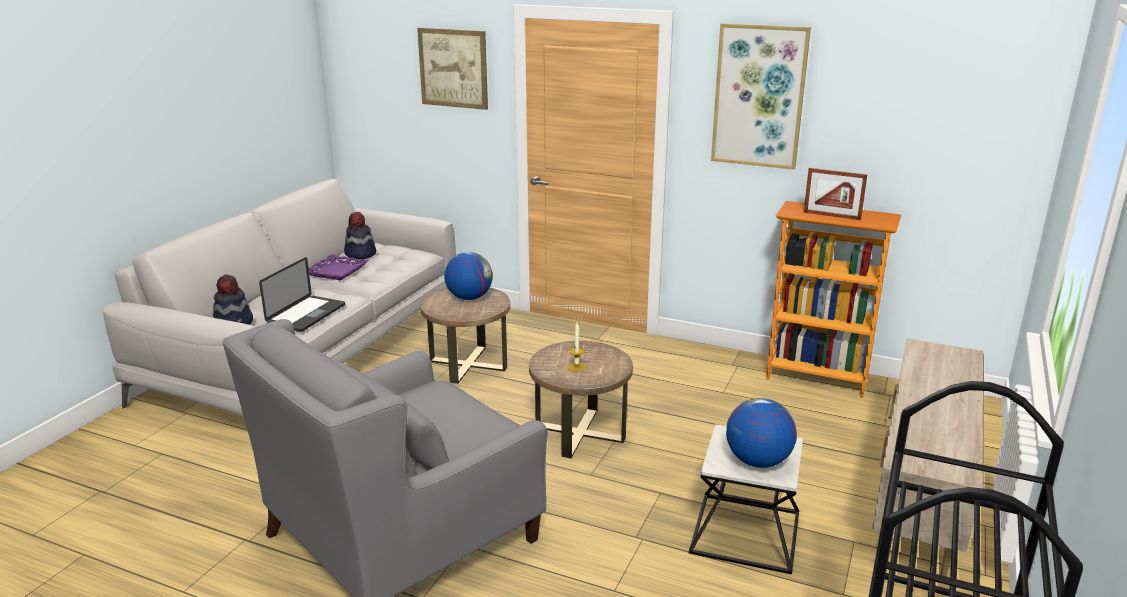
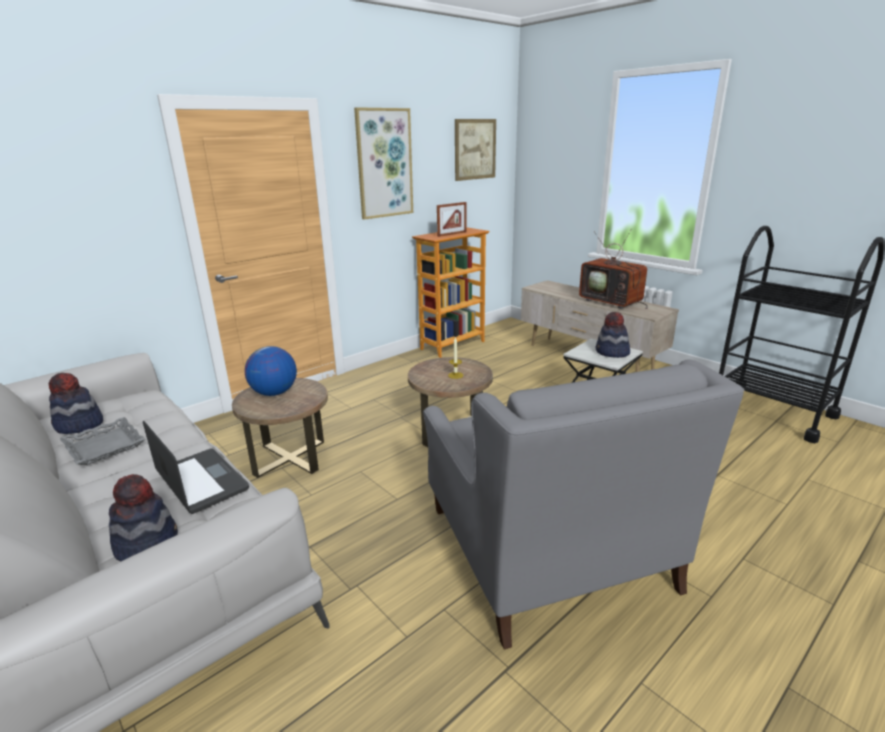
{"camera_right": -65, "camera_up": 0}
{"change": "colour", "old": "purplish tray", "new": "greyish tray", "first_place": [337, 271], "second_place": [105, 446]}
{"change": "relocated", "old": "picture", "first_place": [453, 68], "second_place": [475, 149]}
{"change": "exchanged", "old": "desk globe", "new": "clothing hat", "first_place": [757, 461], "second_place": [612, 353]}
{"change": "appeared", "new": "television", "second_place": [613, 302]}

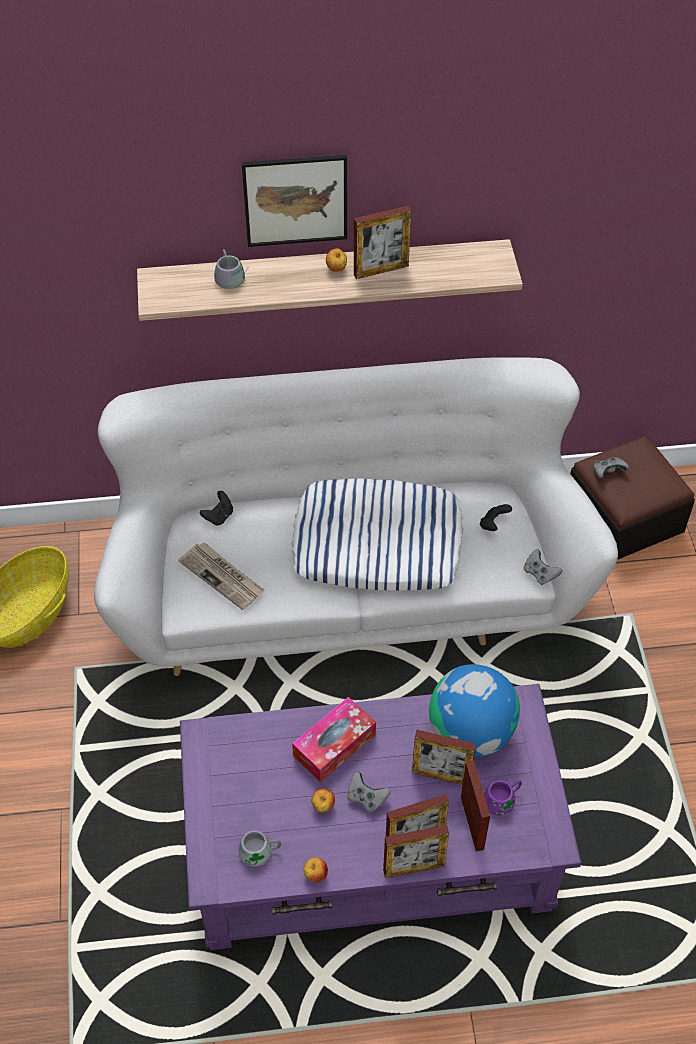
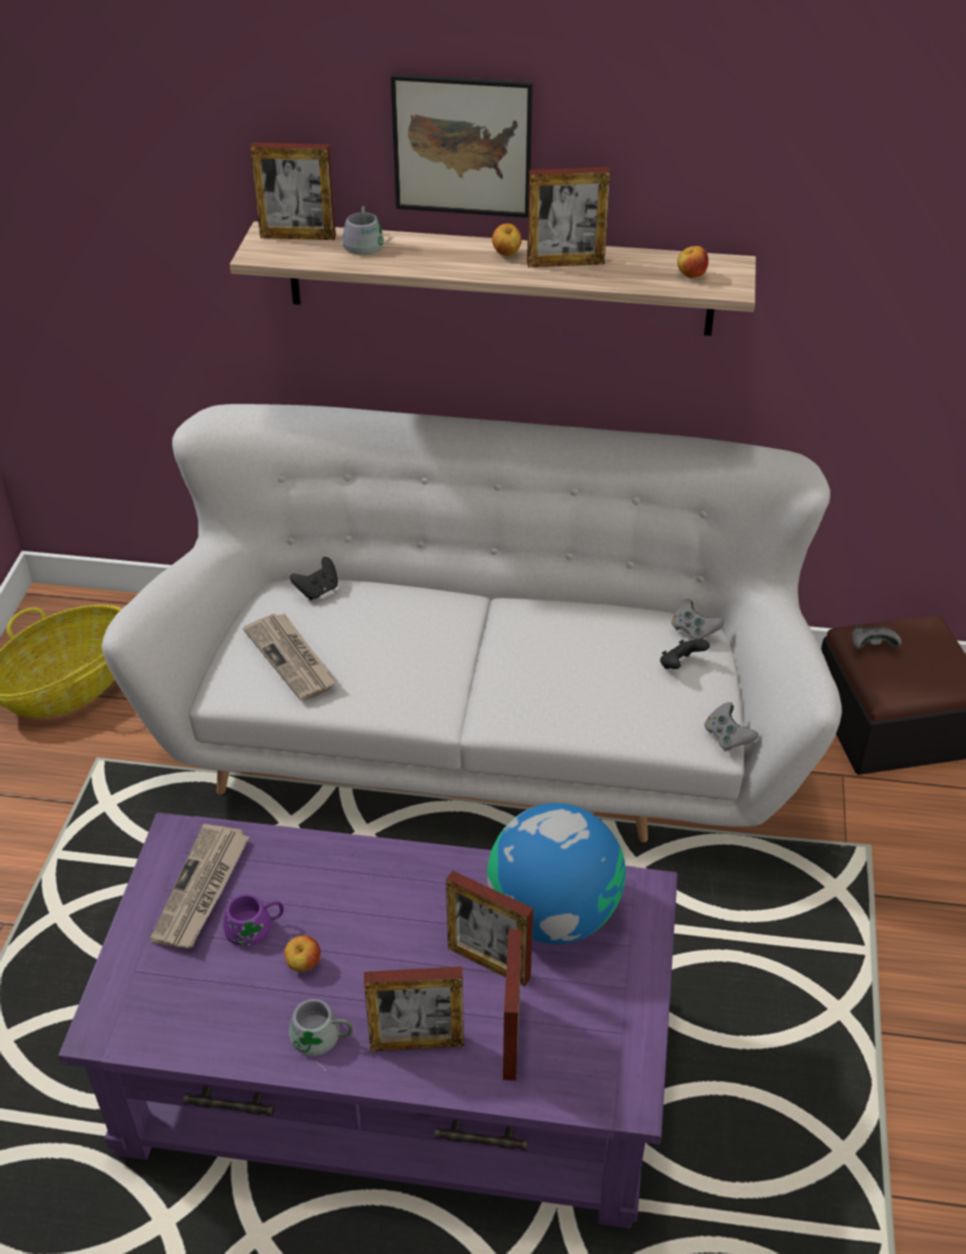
{"camera_right": 15, "camera_up": -10}
{"change": "relocated", "old": "greyish tea mug", "first_place": [260, 855], "second_place": [320, 1041]}
{"change": "missing", "old": "pillow", "first_place": [378, 543]}
{"change": "missing", "old": "tissue box", "first_place": [334, 745]}
{"change": "relocated", "old": "apple", "first_place": [315, 875], "second_place": [691, 276]}
{"change": "relocated", "old": "greyish joypad", "first_place": [366, 797], "second_place": [693, 631]}
{"change": "relocated", "old": "standing frame", "first_place": [414, 868], "second_place": [298, 236]}
{"change": "relocated", "old": "purplish tea mug", "first_place": [504, 802], "second_place": [255, 931]}
{"change": "appeared", "new": "daily paper", "second_place": [202, 890]}

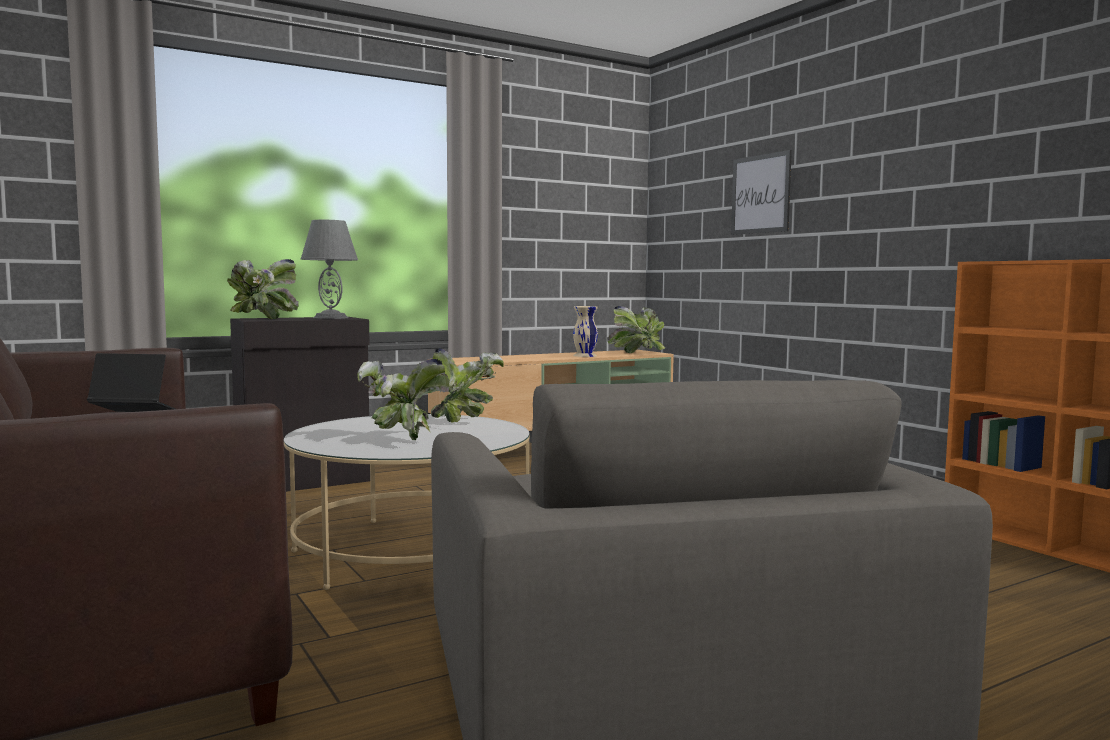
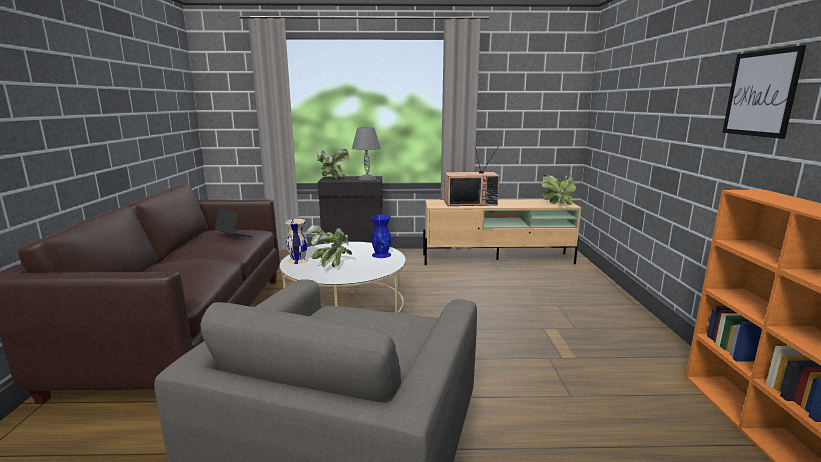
{"camera_right": 30, "camera_up": 10}
{"change": "exchanged", "old": "plant in a pot", "new": "blue-coloured vase", "first_place": [463, 422], "second_place": [381, 254]}
{"change": "relocated", "old": "beige vase", "first_place": [584, 355], "second_place": [297, 260]}
{"change": "relocated", "old": "picture", "first_place": [760, 194], "second_place": [760, 93]}
{"change": "appeared", "new": "television", "second_place": [470, 203]}

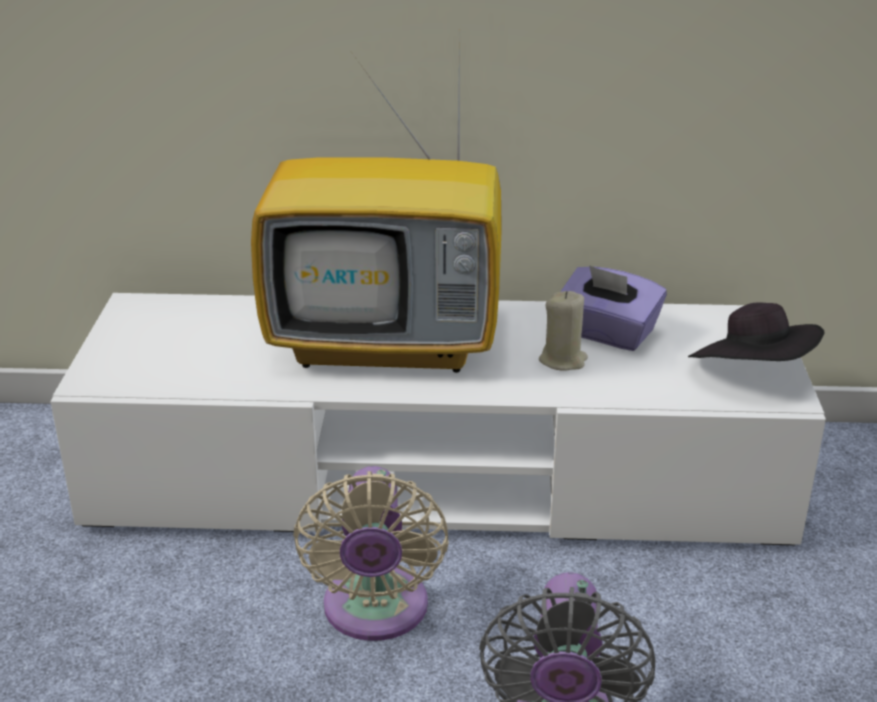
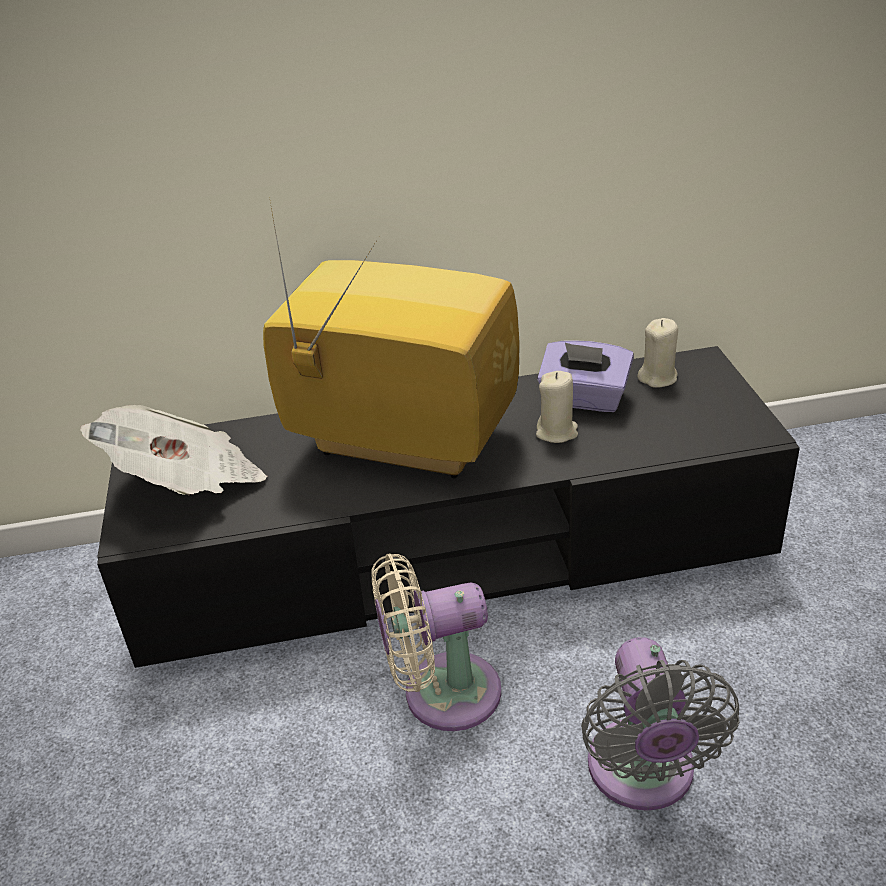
{"camera_right": -10, "camera_up": 5}
{"change": "colour", "old": "white tv unit", "new": "black tv unit", "first_place": [438, 478], "second_place": [451, 551]}
{"change": "spun", "old": "television", "first_place": [391, 344], "second_place": [398, 444], "degrees": -150}
{"change": "spun", "old": "beige electric fan", "first_place": [375, 612], "second_place": [441, 694], "degrees": 90}
{"change": "missing", "old": "black clothing hat", "first_place": [752, 374]}
{"change": "appeared", "new": "daily paper", "second_place": [187, 484]}
{"change": "appeared", "new": "beige candle", "second_place": [658, 377]}

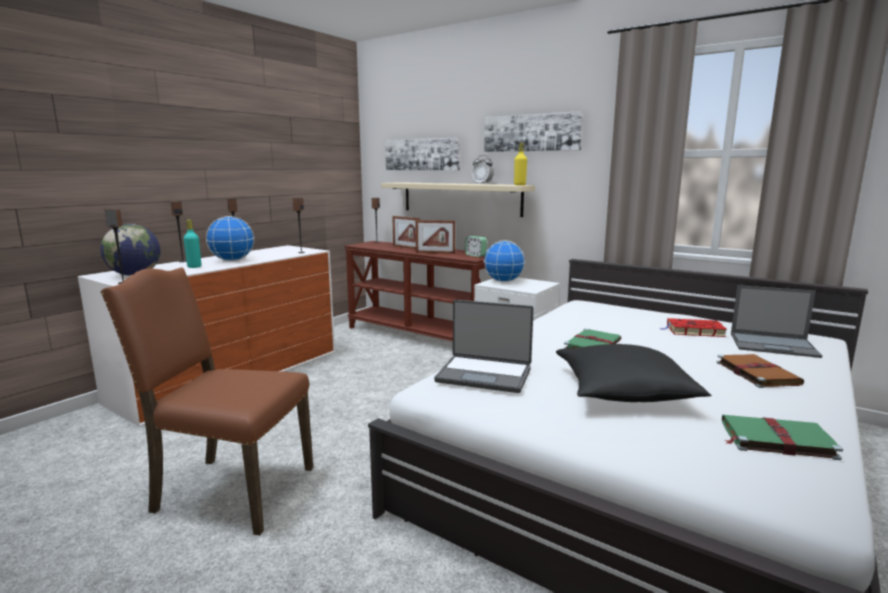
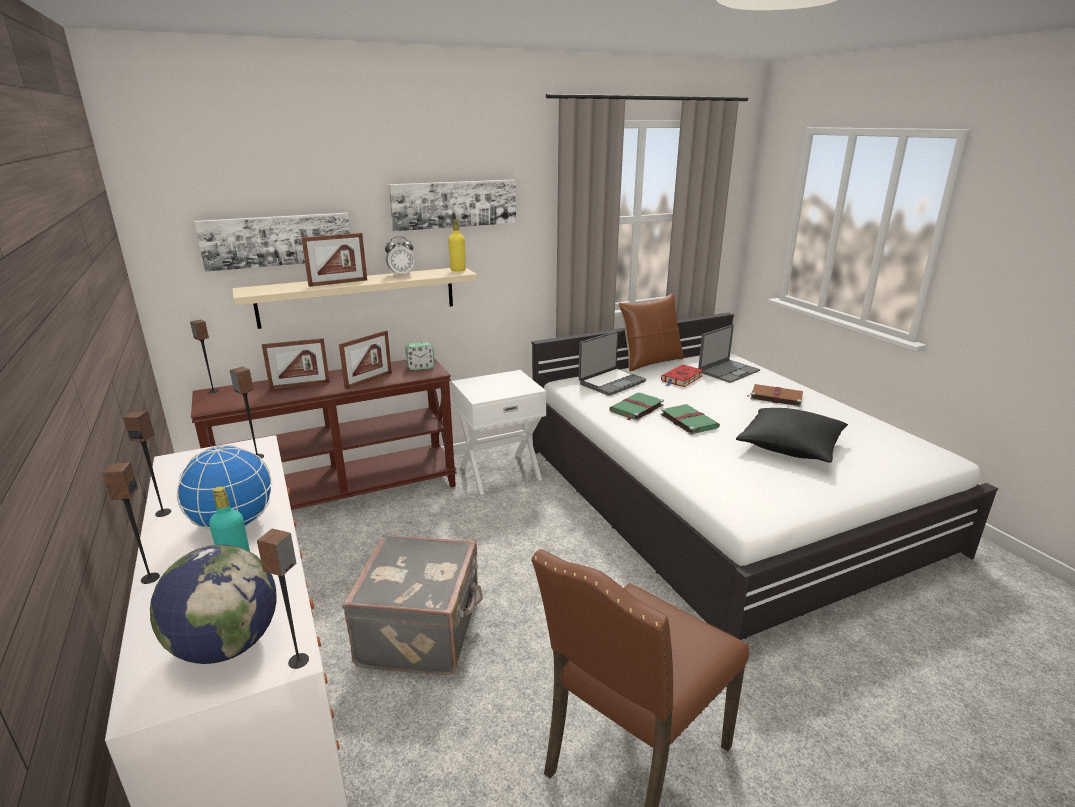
{"camera_right": -60, "camera_up": 10}
{"change": "relocated", "old": "portable computer", "first_place": [484, 375], "second_place": [611, 382]}
{"change": "missing", "old": "desk globe", "first_place": [504, 281]}
{"change": "relocated", "old": "greenish volume", "first_place": [775, 439], "second_place": [636, 408]}
{"change": "appeared", "new": "standing frame", "second_place": [338, 283]}
{"change": "appeared", "new": "greyish piece of luggage", "second_place": [422, 631]}
{"change": "appeared", "new": "brown-coloured pillow", "second_place": [650, 362]}

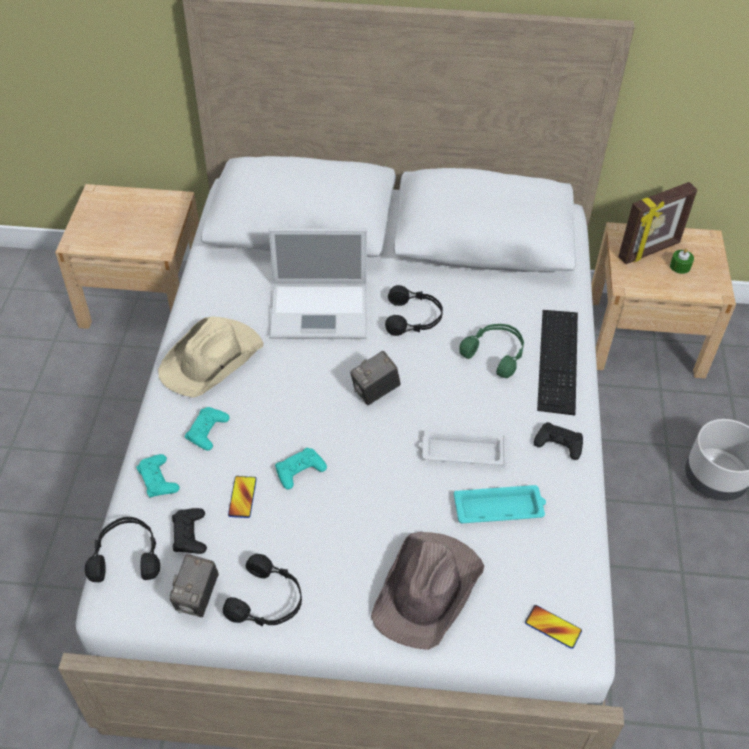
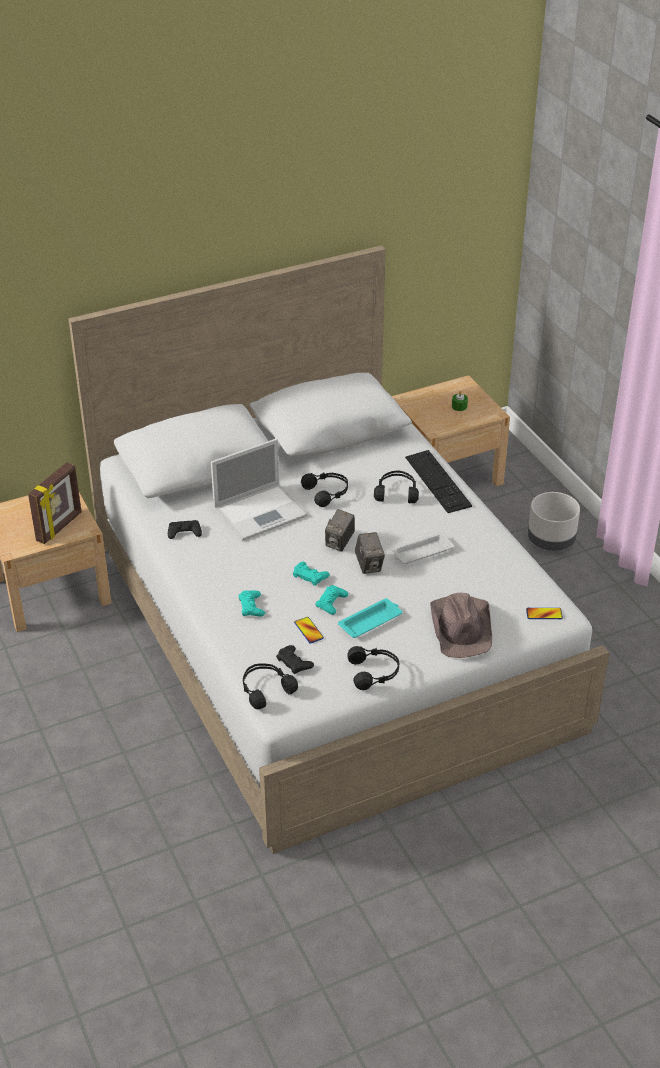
{"camera_right": -30, "camera_up": -10}
{"change": "relocated", "old": "turquoise joypad", "first_place": [158, 479], "second_place": [310, 576]}
{"change": "missing", "old": "beige clothing hat", "first_place": [213, 359]}
{"change": "relocated", "old": "photo camera", "first_place": [197, 598], "second_place": [369, 565]}
{"change": "relocated", "old": "turquoise tray", "first_place": [500, 508], "second_place": [371, 621]}
{"change": "colour", "old": "greenish pair of headphones", "new": "black pair of headphones", "first_place": [495, 354], "second_place": [396, 492]}
{"change": "relocated", "old": "black joypad", "first_place": [559, 444], "second_place": [184, 532]}
{"change": "relocated", "old": "standing frame", "first_place": [649, 251], "second_place": [60, 527]}

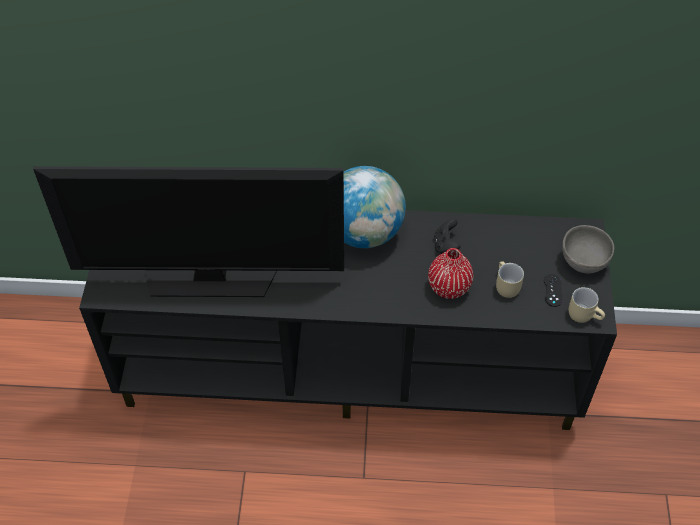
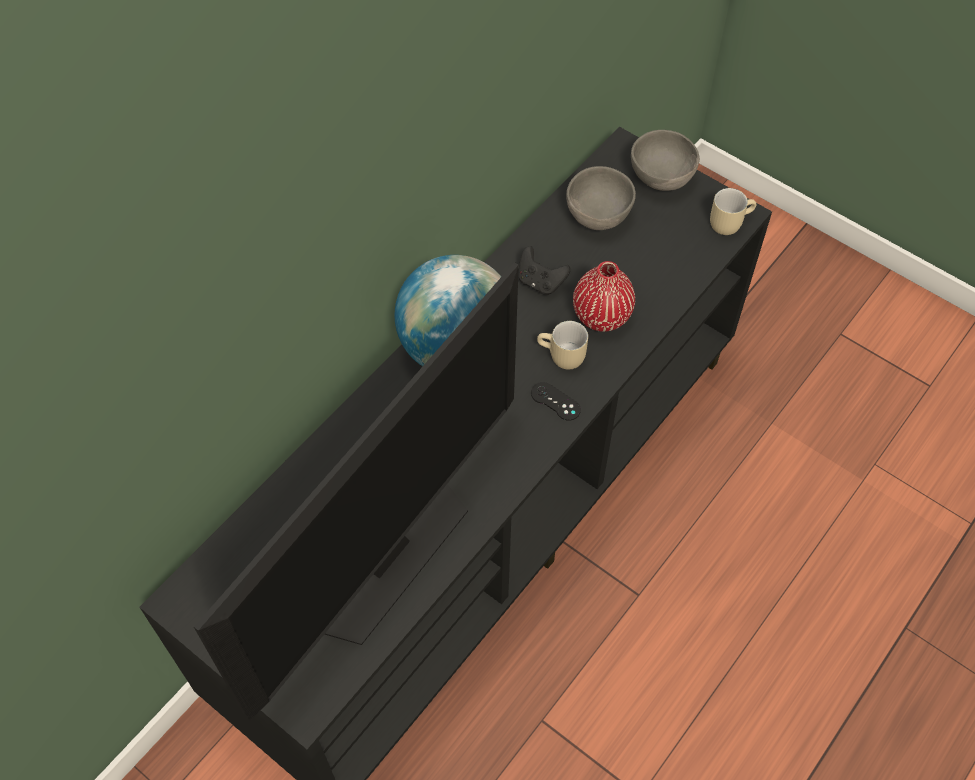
{"camera_right": -55, "camera_up": 5}
{"change": "relocated", "old": "beige tea mug", "first_place": [504, 286], "second_place": [561, 357]}
{"change": "relocated", "old": "black joypad", "first_place": [552, 290], "second_place": [555, 401]}
{"change": "appeared", "new": "greyish serving bowl", "second_place": [597, 216]}

